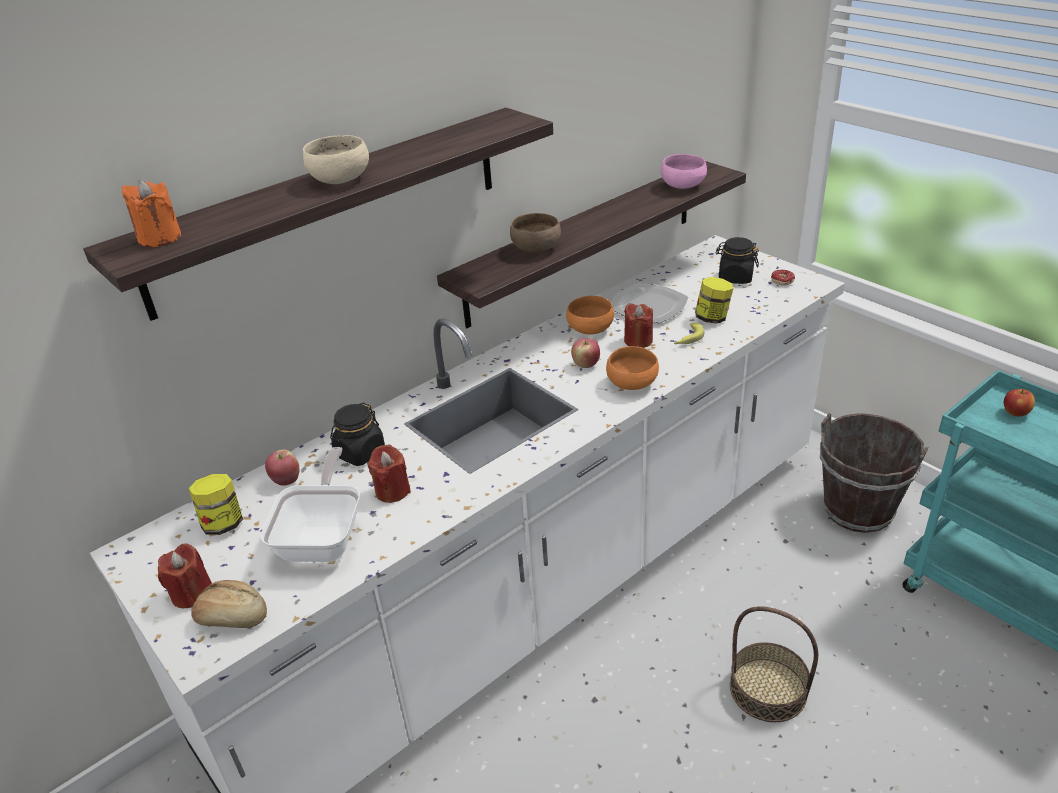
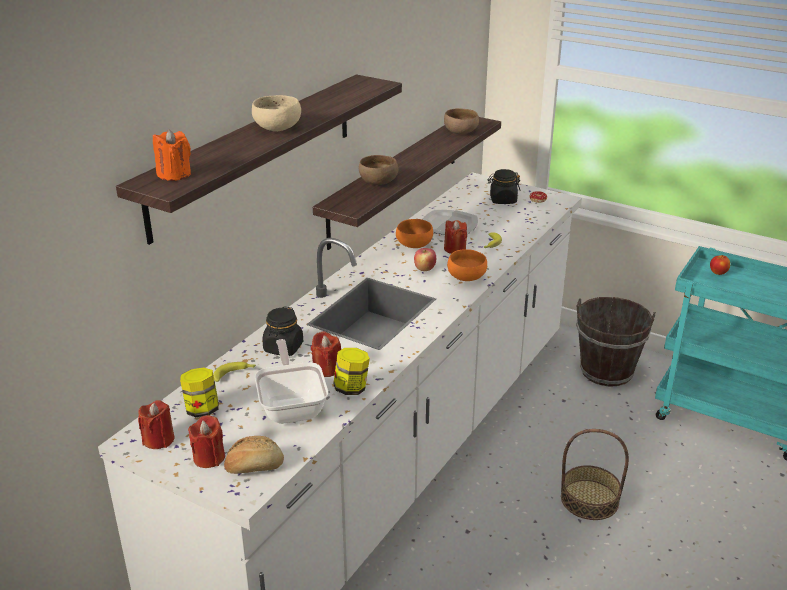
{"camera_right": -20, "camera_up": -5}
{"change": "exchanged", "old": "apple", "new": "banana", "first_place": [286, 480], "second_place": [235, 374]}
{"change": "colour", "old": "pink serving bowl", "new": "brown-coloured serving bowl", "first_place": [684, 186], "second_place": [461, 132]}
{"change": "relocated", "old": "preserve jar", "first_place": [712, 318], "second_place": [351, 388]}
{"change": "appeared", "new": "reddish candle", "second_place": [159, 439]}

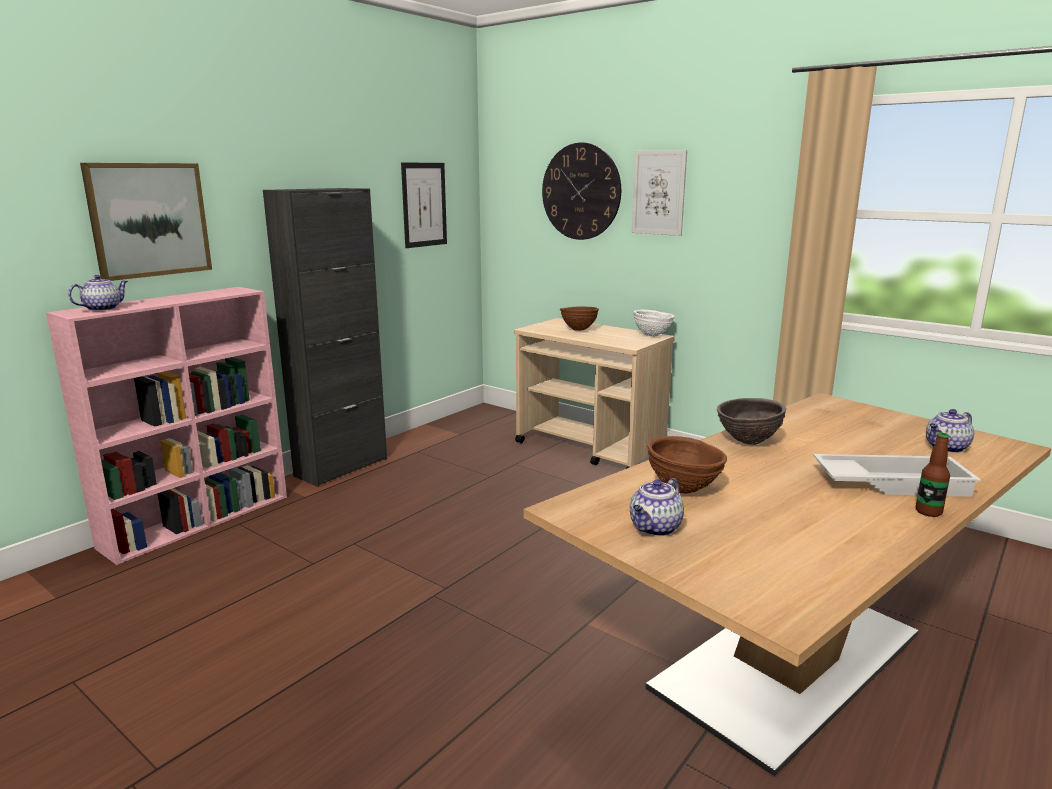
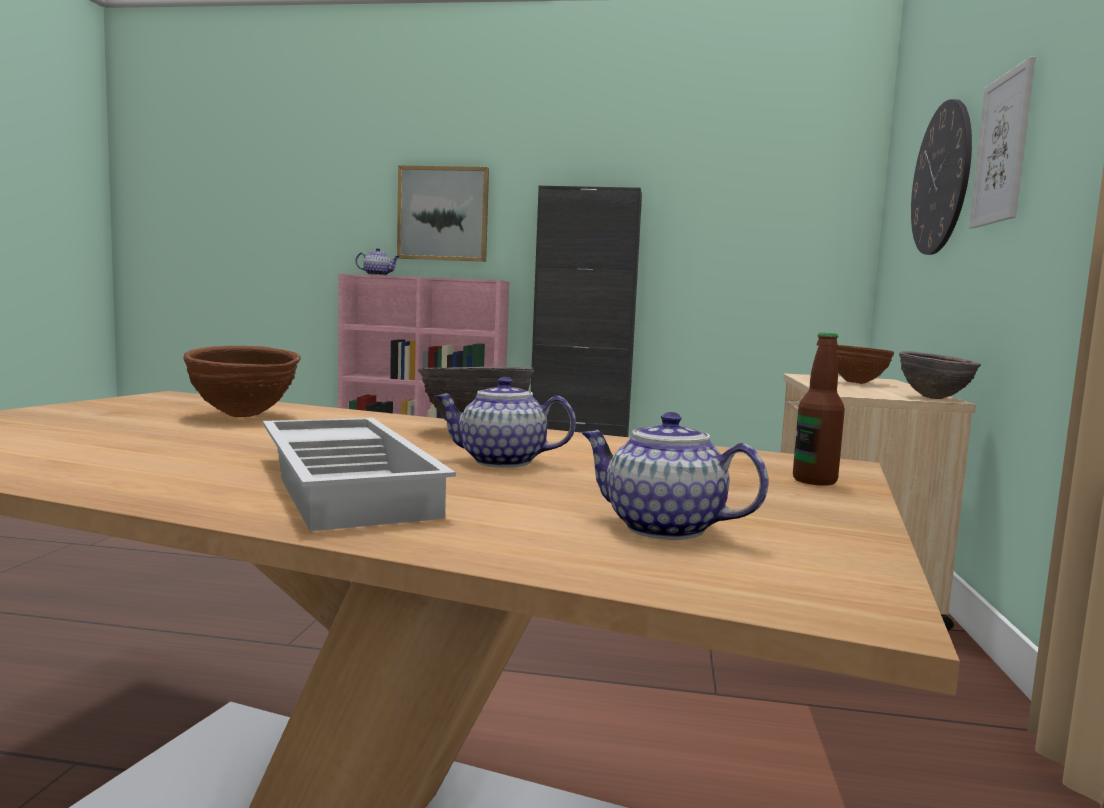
{"camera_right": 60, "camera_up": -10}
{"change": "missing", "old": "picture", "first_place": [424, 205]}
{"change": "relocated", "old": "pot for tea", "first_place": [655, 528], "second_place": [500, 461]}
{"change": "colour", "old": "white serving bowl", "new": "brown-coloured serving bowl", "first_place": [652, 336], "second_place": [934, 398]}
{"change": "relocated", "old": "bottle", "first_place": [928, 512], "second_place": [814, 481]}

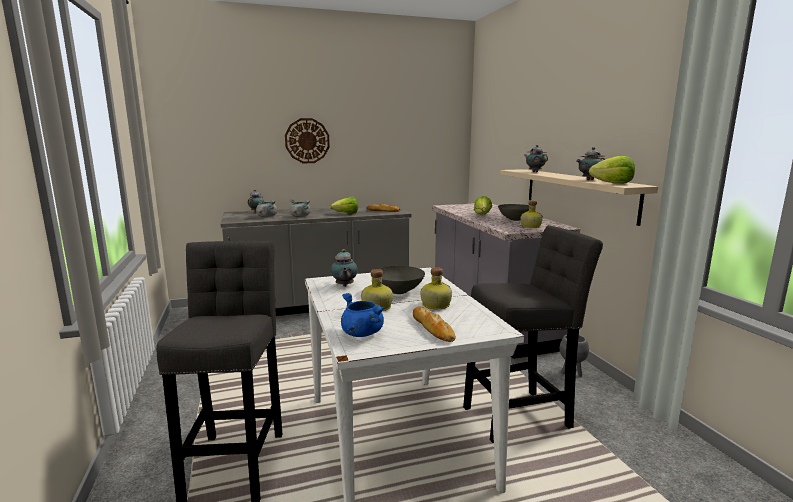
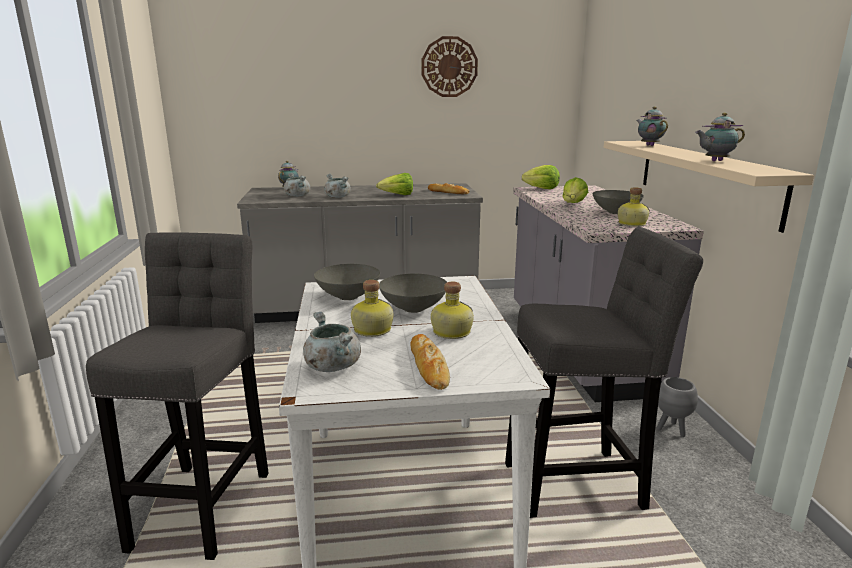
{"camera_right": 10, "camera_up": 5}
{"change": "relocated", "old": "wall clock", "first_place": [307, 141], "second_place": [449, 67]}
{"change": "exchanged", "old": "pot for tea", "new": "greyish serving bowl", "first_place": [344, 286], "second_place": [348, 296]}
{"change": "colour", "old": "blue-coloured cooking pot", "new": "greyish cooking pot", "first_place": [361, 333], "second_place": [331, 366]}
{"change": "relocated", "old": "lettuce head", "first_place": [613, 183], "second_place": [542, 188]}

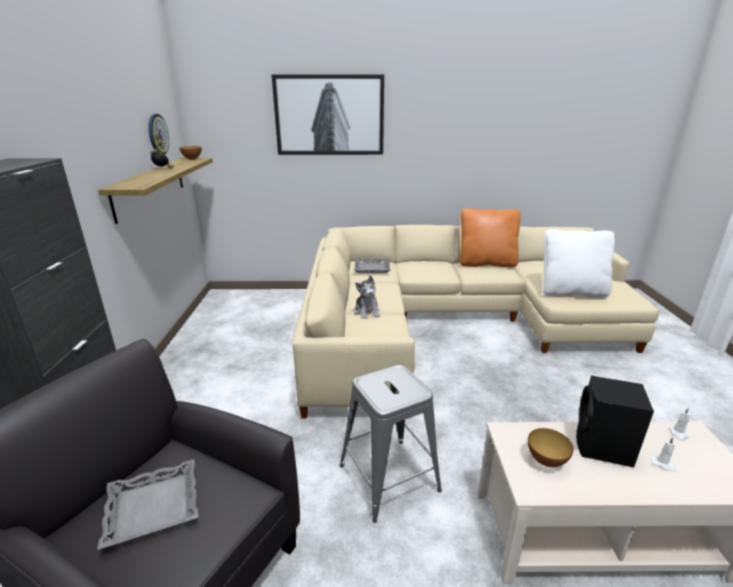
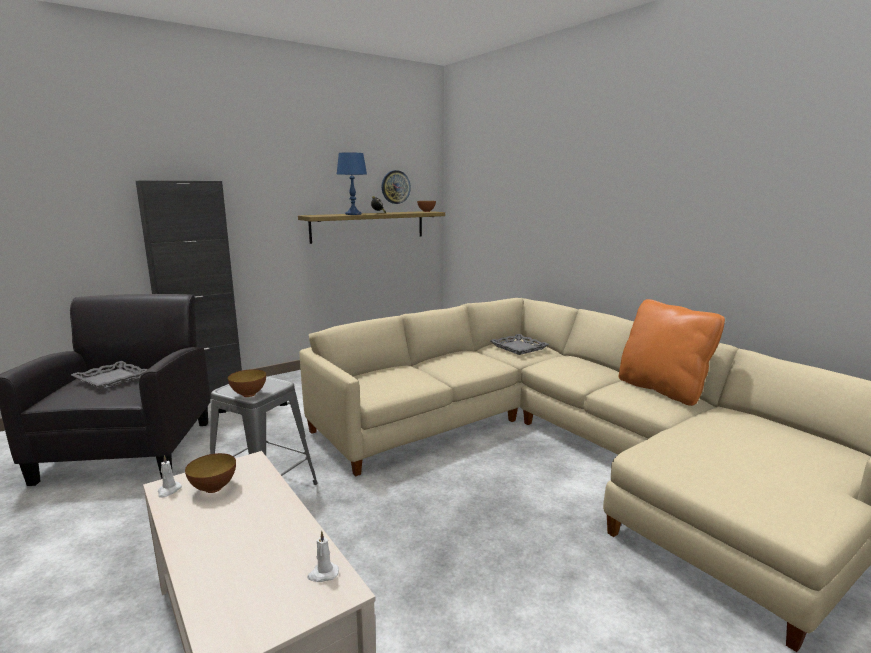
{"camera_right": 55, "camera_up": -10}
{"change": "missing", "old": "picture", "first_place": [329, 115]}
{"change": "missing", "old": "plush toy", "first_place": [367, 312]}
{"change": "missing", "old": "white pillow", "first_place": [571, 292]}
{"change": "missing", "old": "black loudspeaker", "first_place": [603, 448]}
{"change": "relocated", "old": "white candle", "first_place": [663, 464], "second_place": [168, 491]}
{"change": "appeared", "new": "serving bowl", "second_place": [249, 394]}
{"change": "appeared", "new": "blue-coloured tabletop lamp", "second_place": [353, 214]}

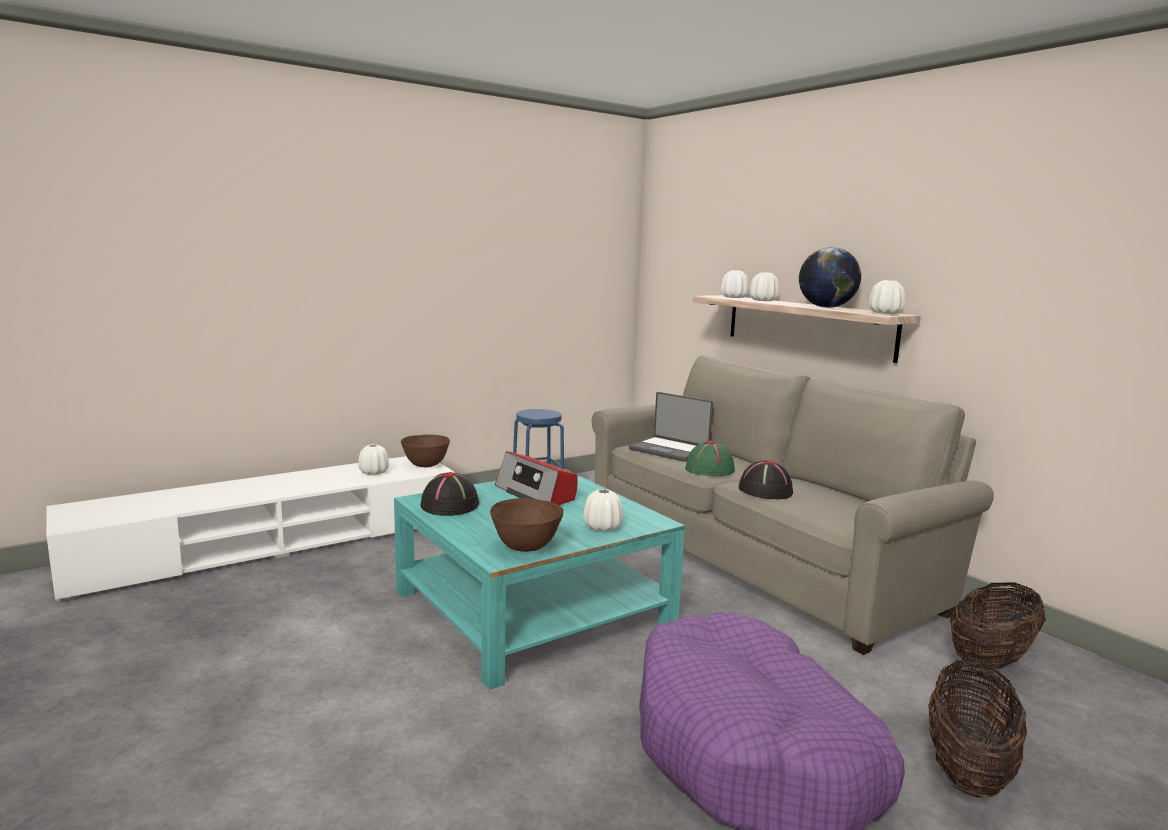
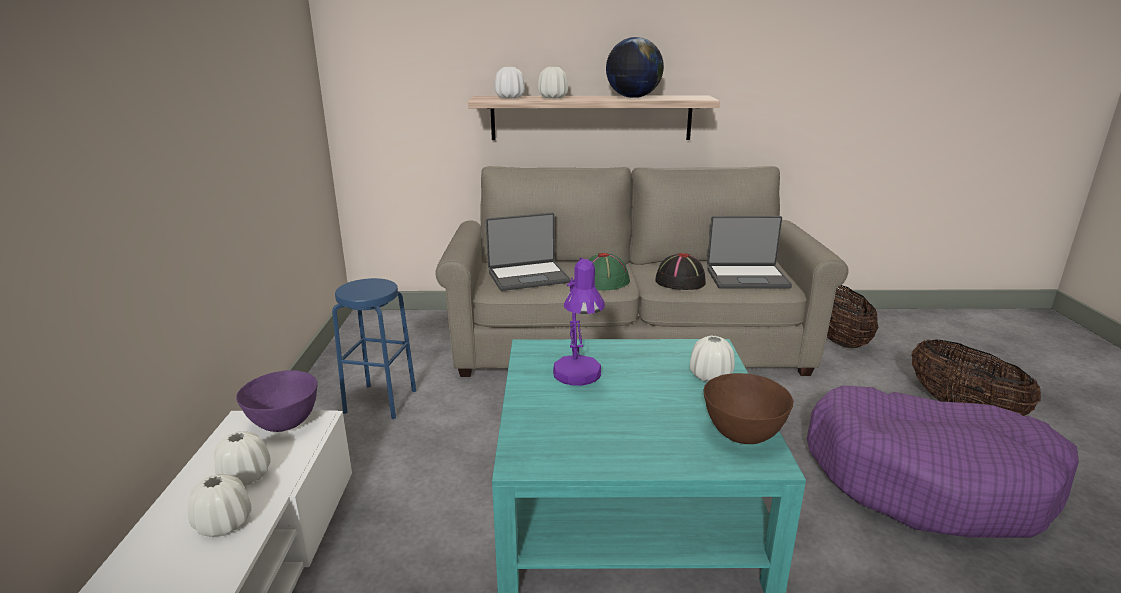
{"camera_right": -55, "camera_up": 10}
{"change": "colour", "old": "brown-coloured serving bowl", "new": "purplish serving bowl", "first_place": [426, 465], "second_place": [285, 424]}
{"change": "missing", "old": "black clothing hat", "first_place": [450, 505]}
{"change": "exchanged", "old": "radio", "new": "purplish tabletop lamp", "first_place": [536, 493], "second_place": [578, 379]}
{"change": "relocated", "old": "white vase", "first_place": [885, 313], "second_place": [224, 524]}
{"change": "appeared", "new": "portable computer", "second_place": [747, 278]}

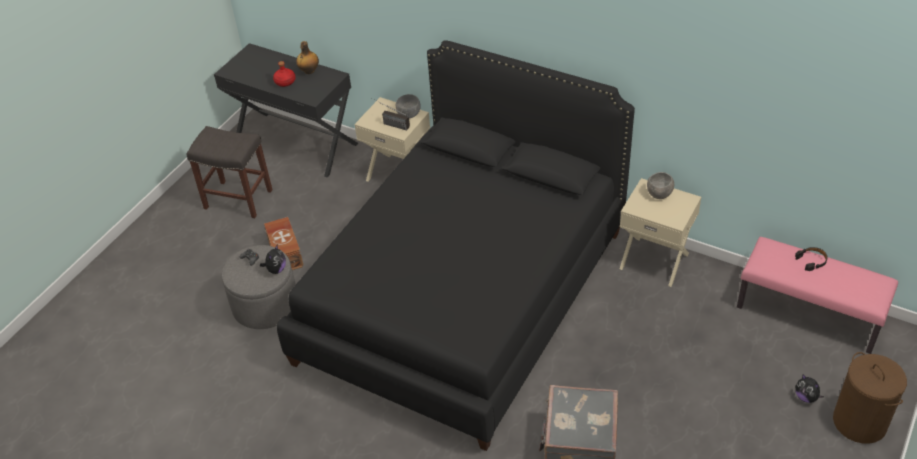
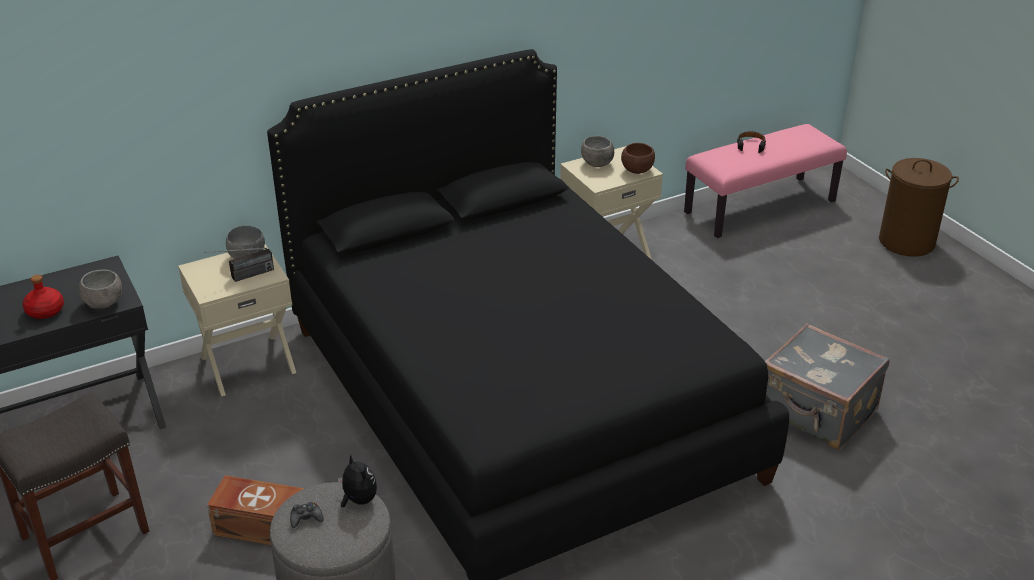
{"camera_right": -60, "camera_up": -10}
{"change": "missing", "old": "bottle", "first_place": [309, 71]}
{"change": "missing", "old": "plush toy", "first_place": [806, 397]}
{"change": "appeared", "new": "greyish serving bowl", "second_place": [103, 303]}
{"change": "appeared", "new": "brown-coloured serving bowl", "second_place": [637, 170]}

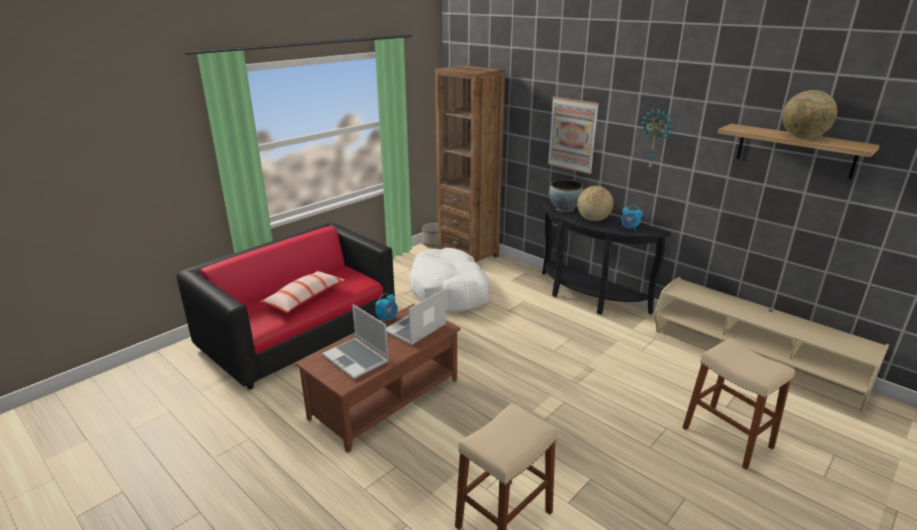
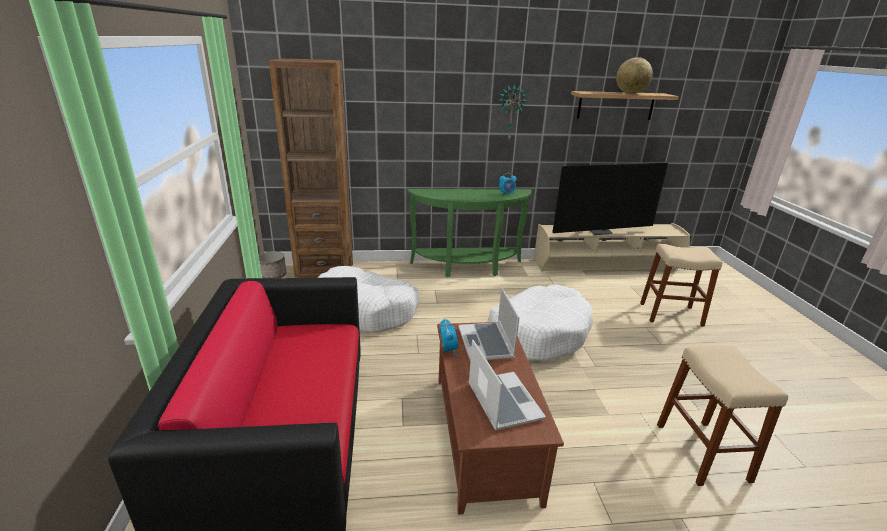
{"camera_right": -50, "camera_up": 0}
{"change": "missing", "old": "pillow", "first_place": [304, 298]}
{"change": "spun", "old": "portable computer", "first_place": [357, 359], "second_place": [502, 401], "degrees": -105}
{"change": "colour", "old": "black hall table", "new": "greenish hall table", "first_place": [586, 297], "second_place": [468, 268]}
{"change": "missing", "old": "picture", "first_place": [572, 135]}
{"change": "missing", "old": "serving bowl", "first_place": [564, 209]}
{"change": "missing", "old": "desk globe", "first_place": [593, 220]}
{"change": "appeared", "new": "white pet bed", "second_place": [538, 333]}
{"change": "appeared", "new": "television", "second_place": [600, 231]}

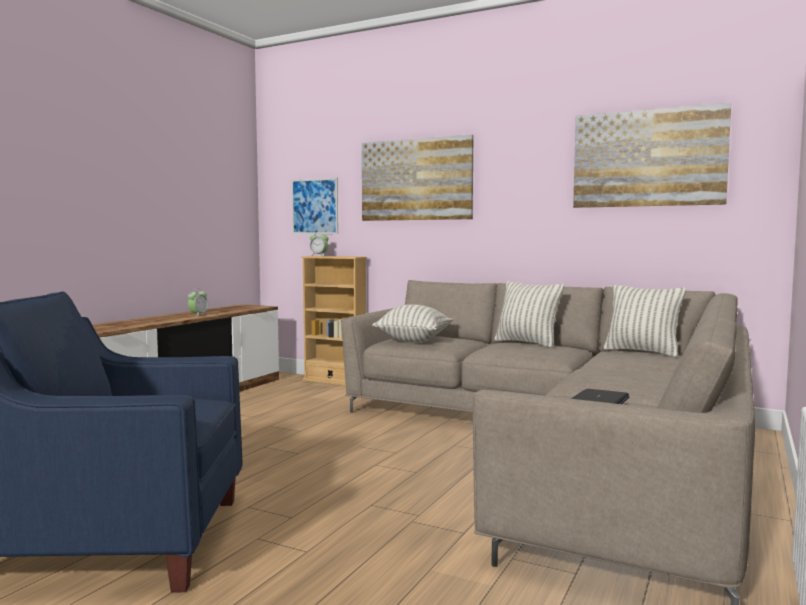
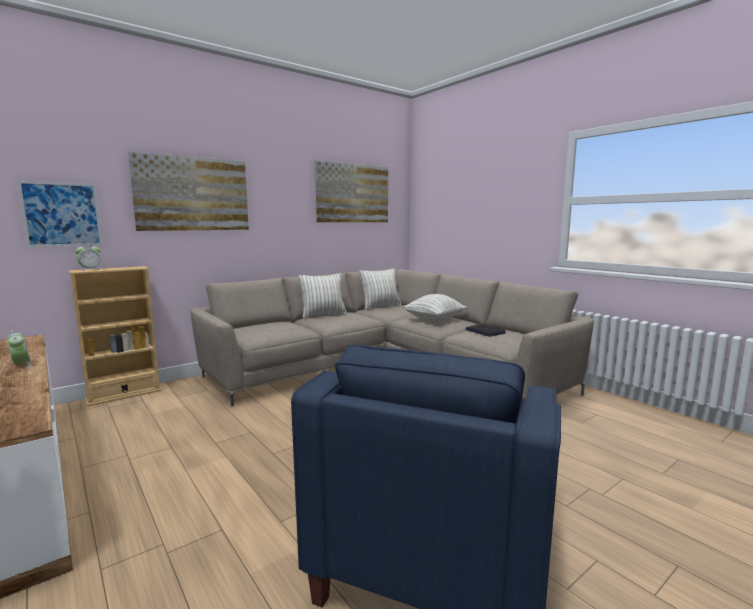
{"camera_right": -65, "camera_up": 5}
{"change": "relocated", "old": "pillow", "first_place": [413, 340], "second_place": [434, 320]}

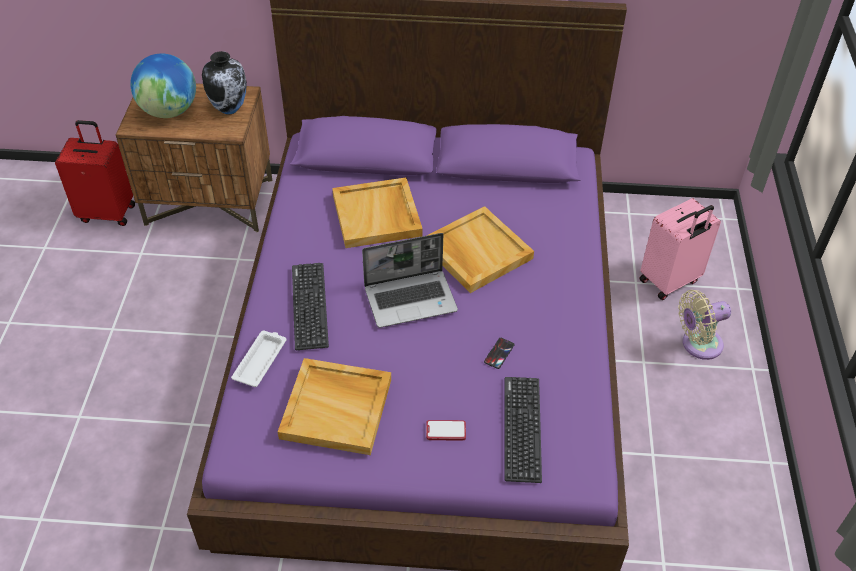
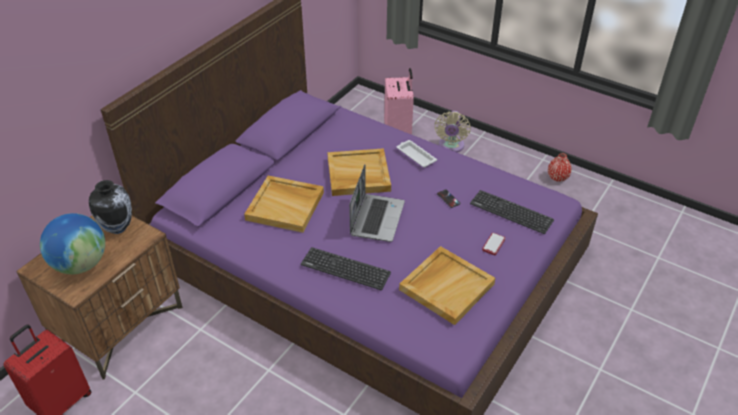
{"camera_right": -60, "camera_up": -5}
{"change": "relocated", "old": "white tray", "first_place": [260, 360], "second_place": [415, 156]}
{"change": "appeared", "new": "reddish vase", "second_place": [557, 177]}

